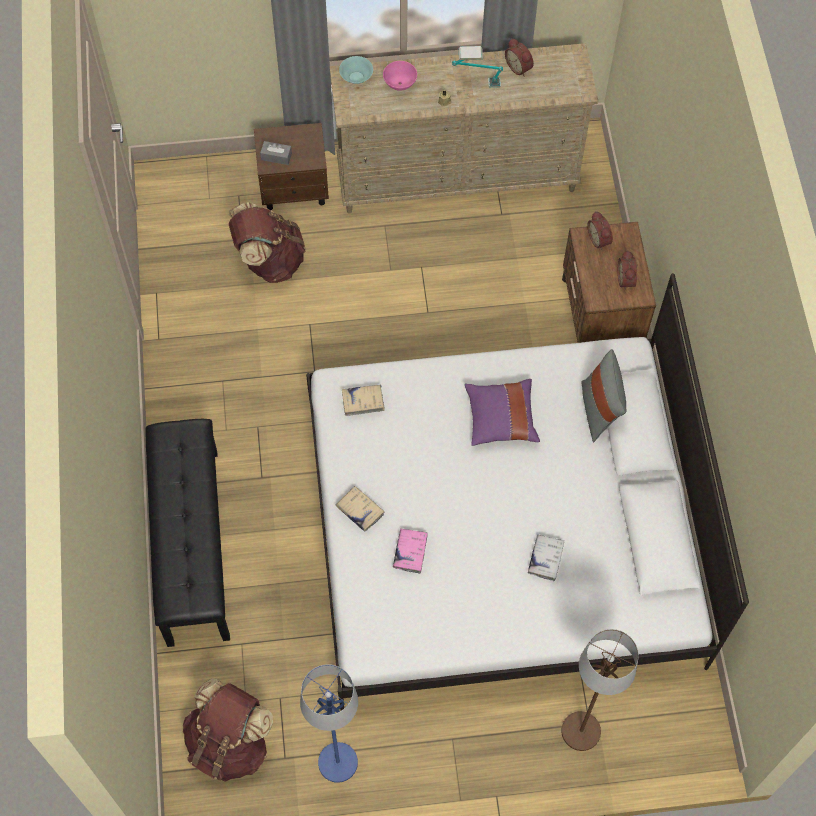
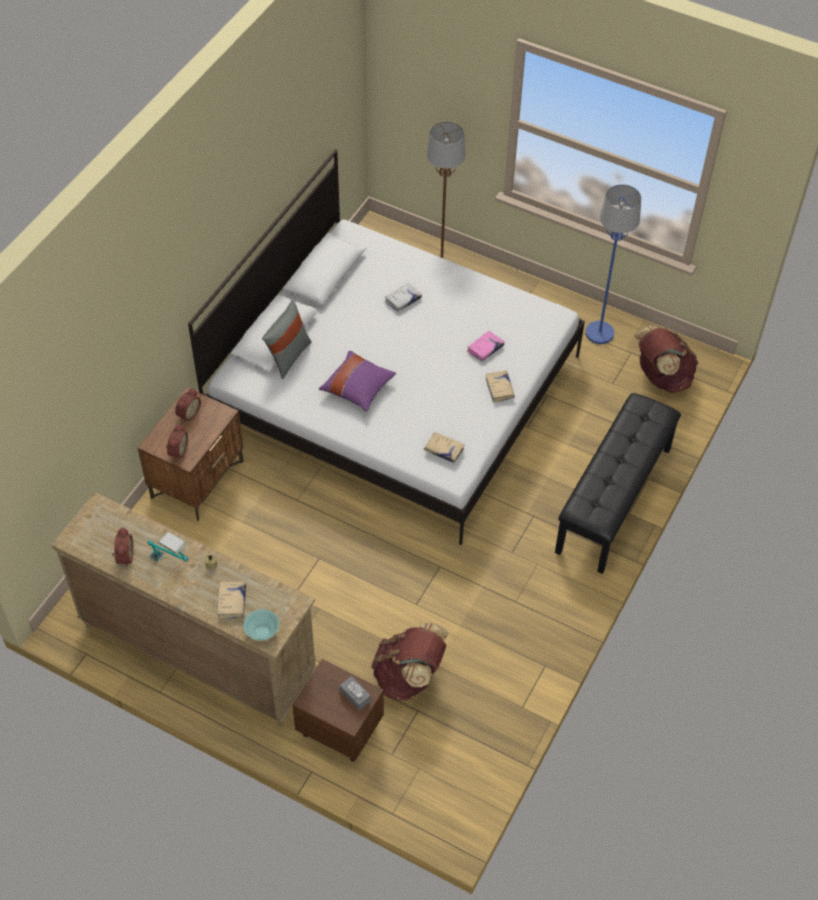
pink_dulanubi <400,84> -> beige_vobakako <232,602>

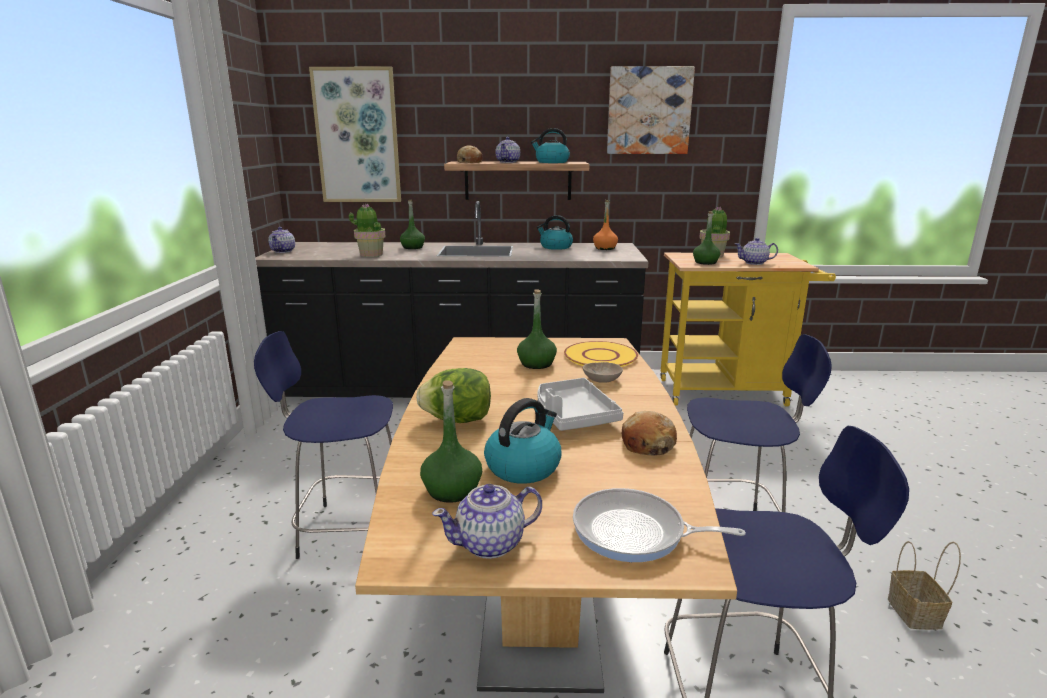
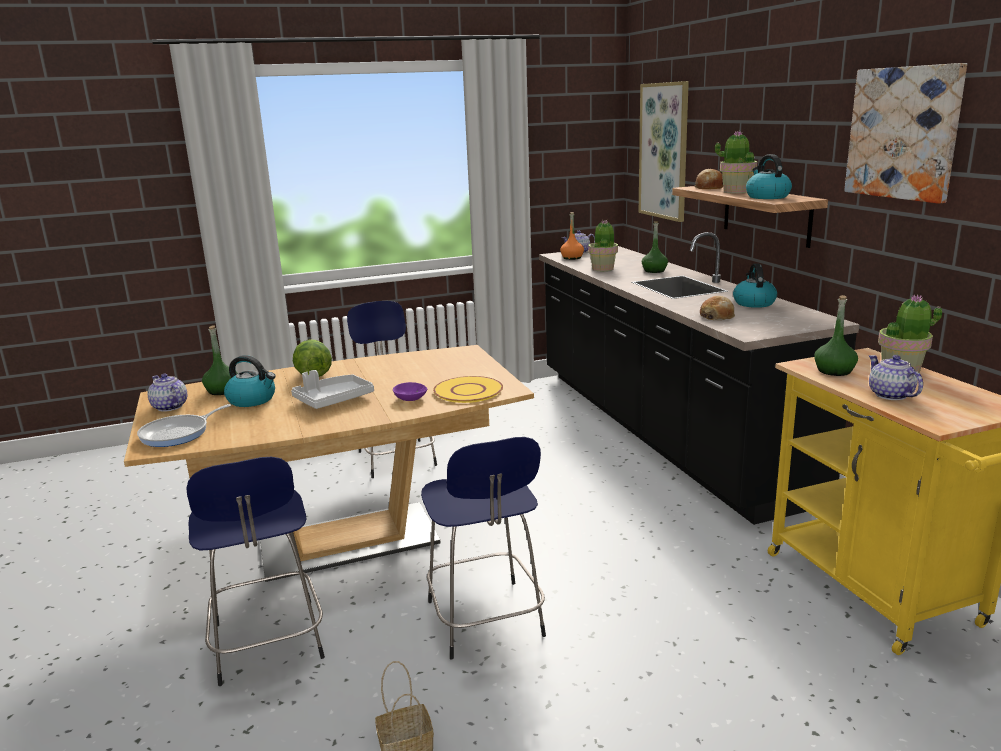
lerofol <508,162> -> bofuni <736,191>
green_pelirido <536,364> -> none
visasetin <634,533> -> visasetin <178,434>, 135 degrees counterclockwise
beige_dulanubi <602,380> -> purple_dulanubi <409,398>
orange_pelirido <605,248> -> orange_pelirido <572,258>, shifted
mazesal <647,444> -> mazesal <717,316>, shifted

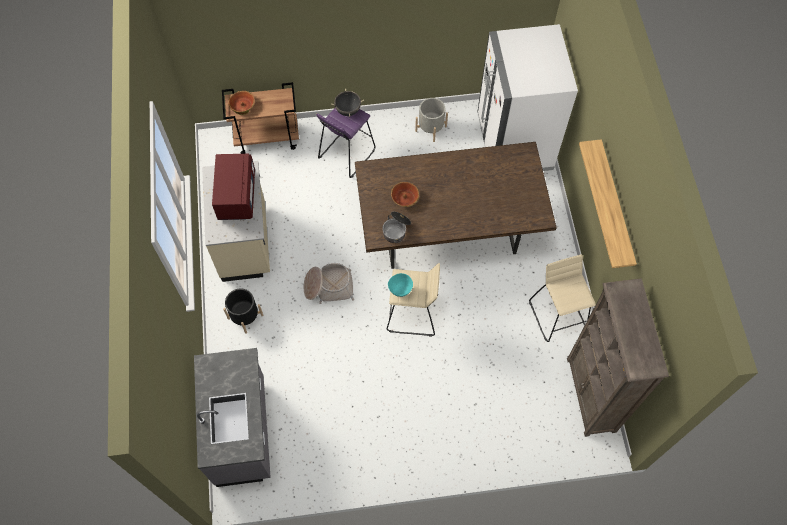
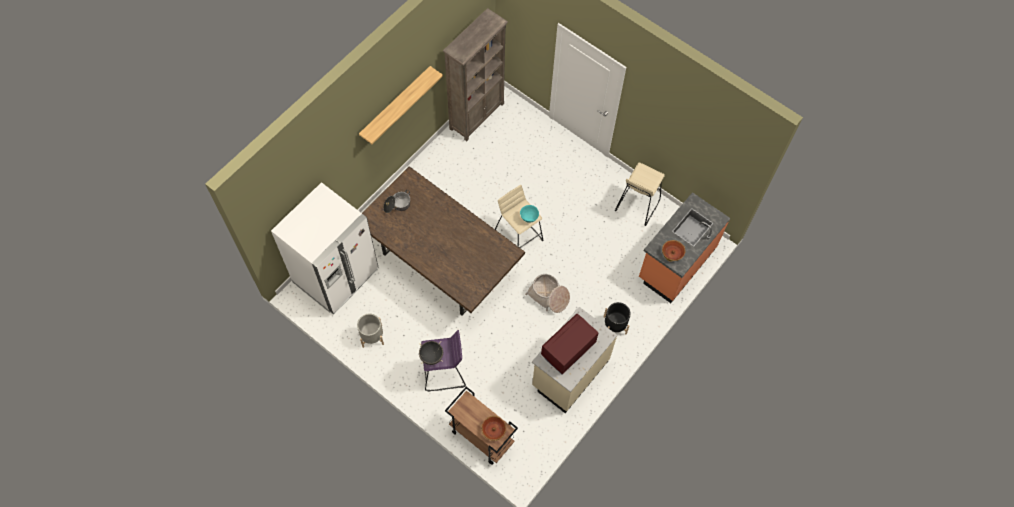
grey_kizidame <243,431> -> orange_kizidame <676,263>
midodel <396,230> -> midodel <397,205>, shifted
dulanubi <404,198> -> dulanubi <672,253>, shifted
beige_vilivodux <558,315> -> beige_vilivodux <637,205>, shifted

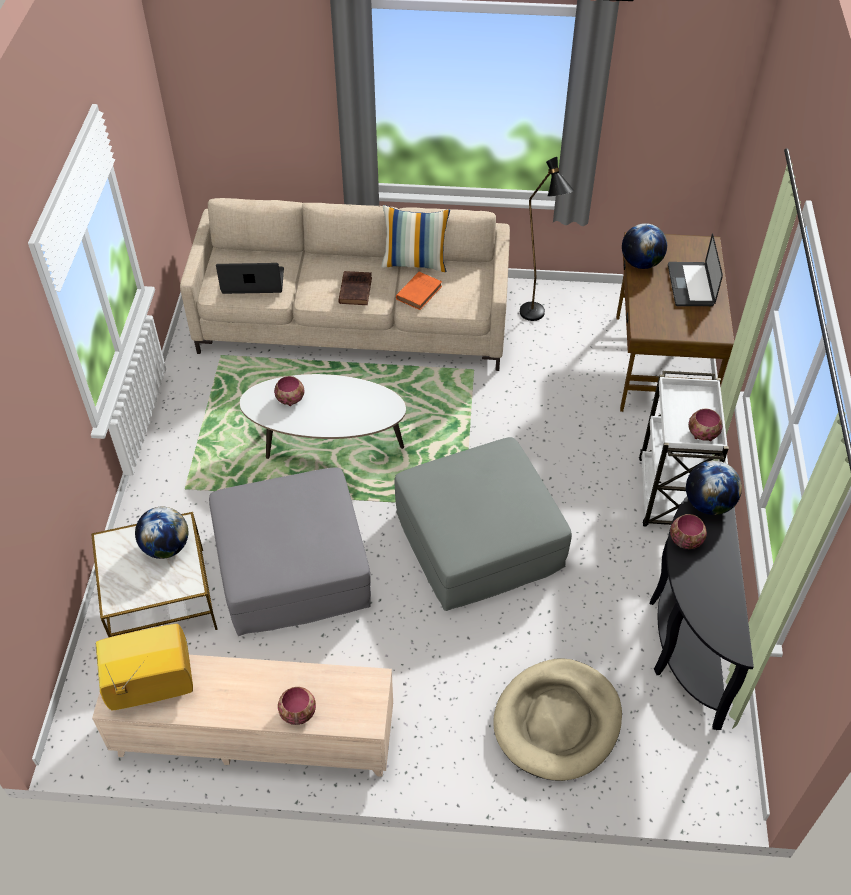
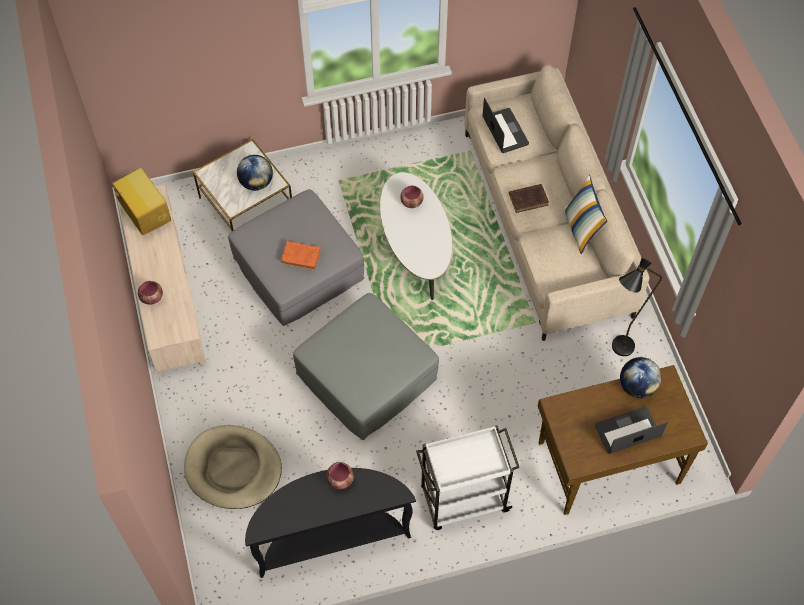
orange_vobakako <419,292> -> orange_vobakako <302,257>, shifted
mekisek <708,504> -> none
dulanubi <702,434> -> none

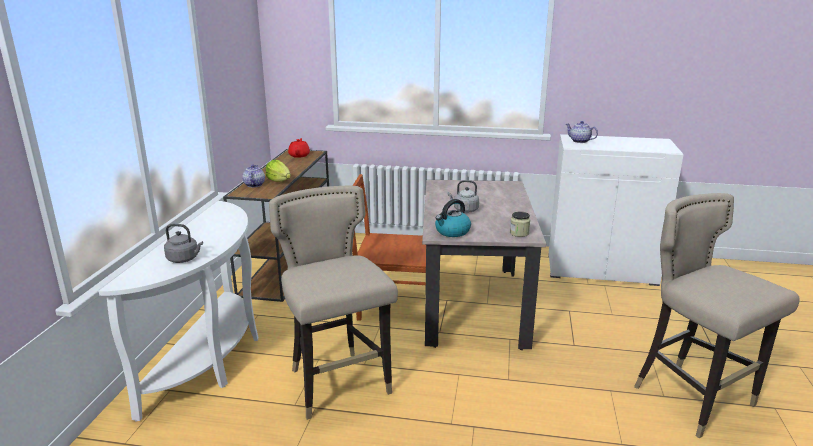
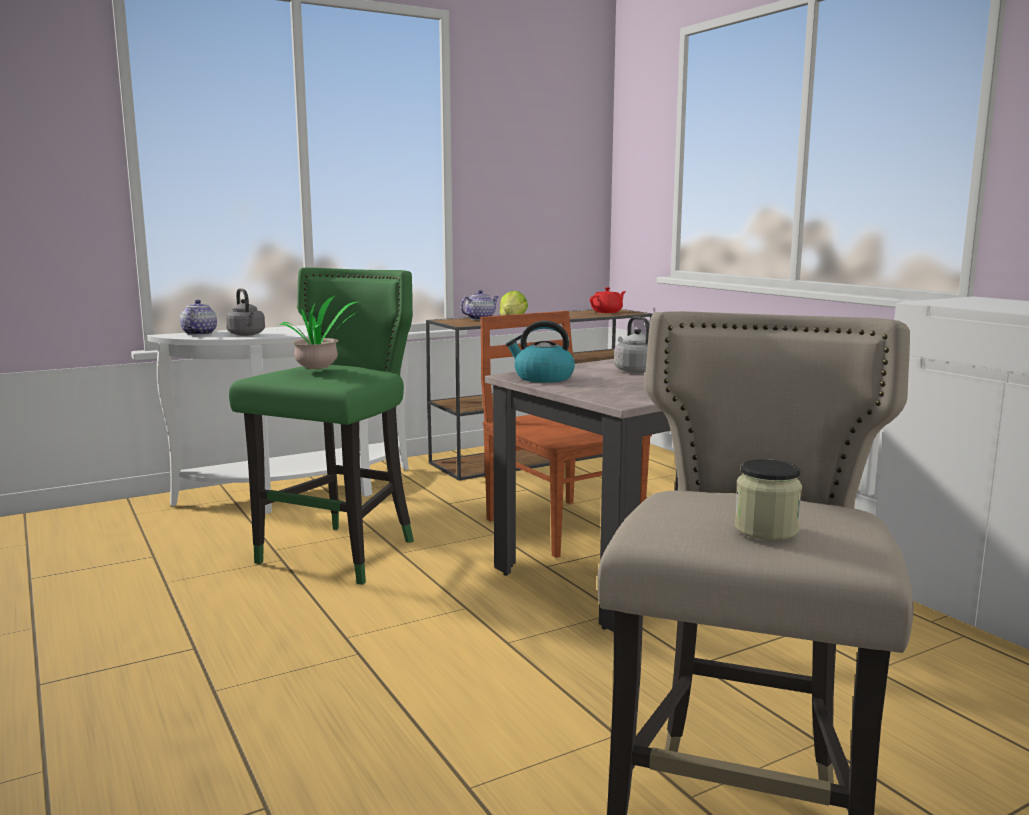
beige_vilivodux <338,384> -> green_vilivodux <340,555>
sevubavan <519,233> -> sevubavan <766,530>, shifted
lerofol <579,141> -> lerofol <199,333>, shifted
none -> bofuni <320,370>

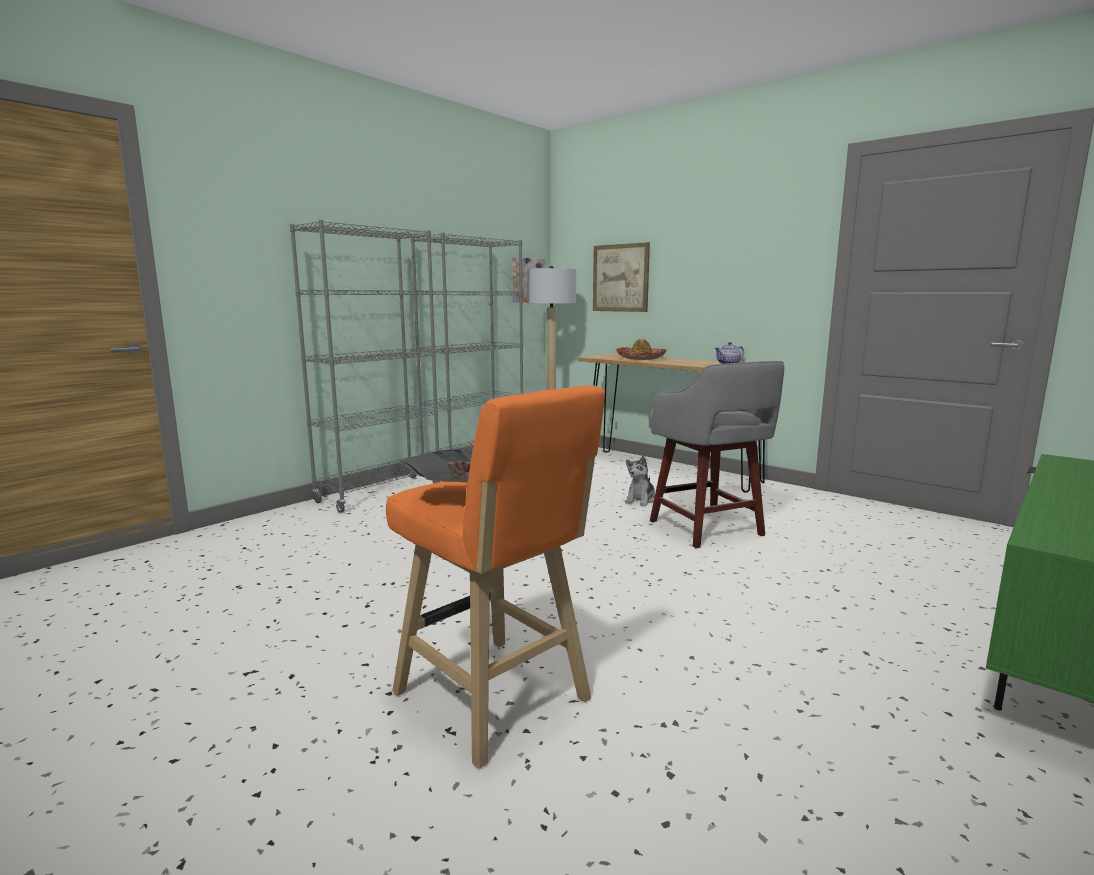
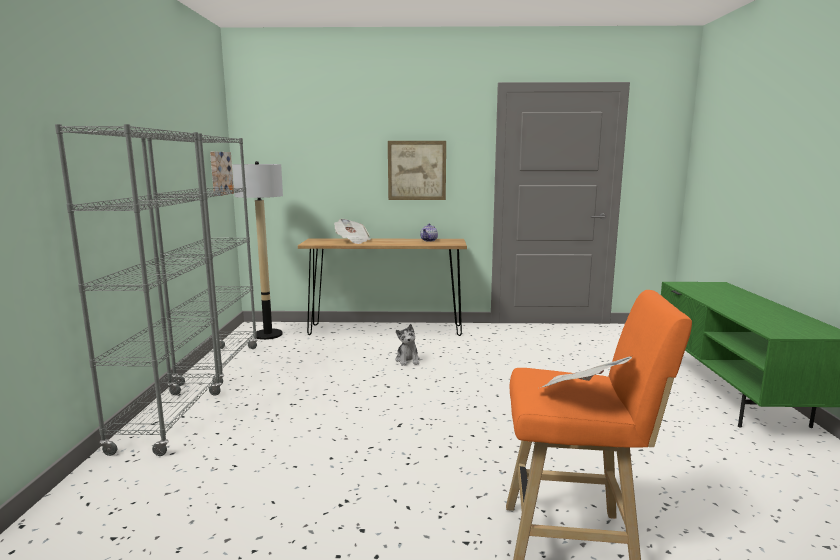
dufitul <620,278> -> dufitul <417,170>, shifted
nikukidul <640,358> -> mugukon <352,241>
grey_vilivodux <708,529> -> none

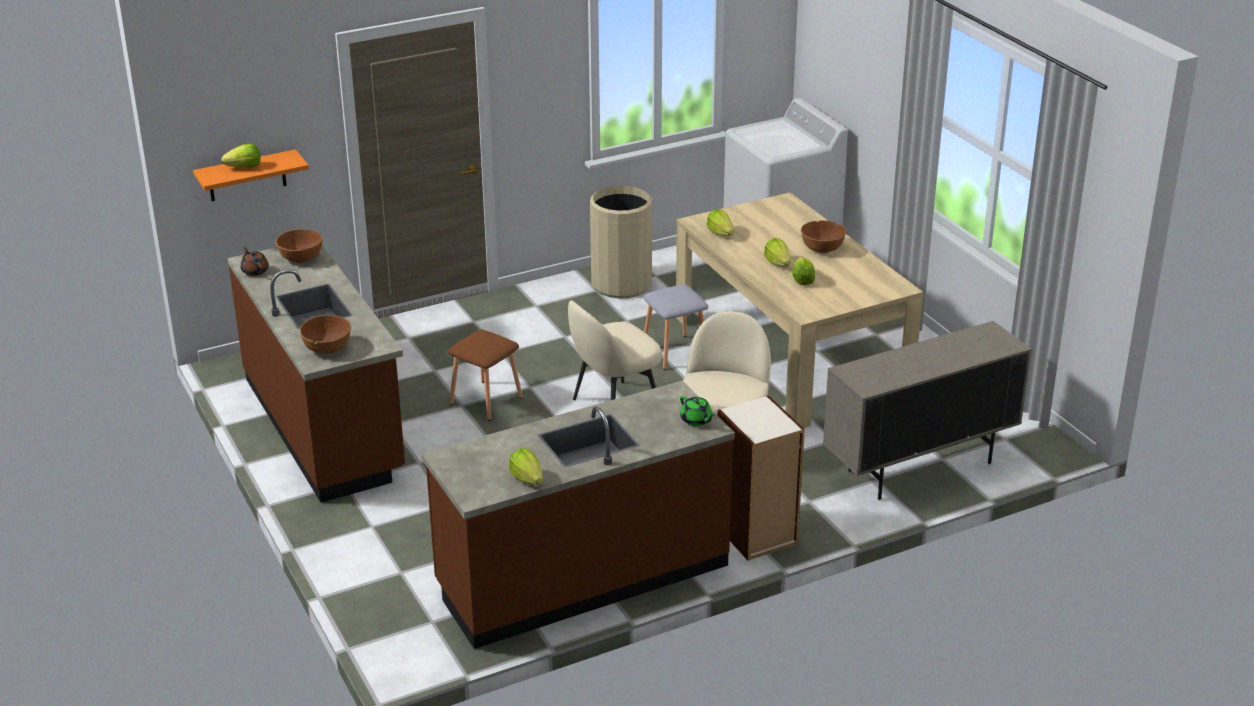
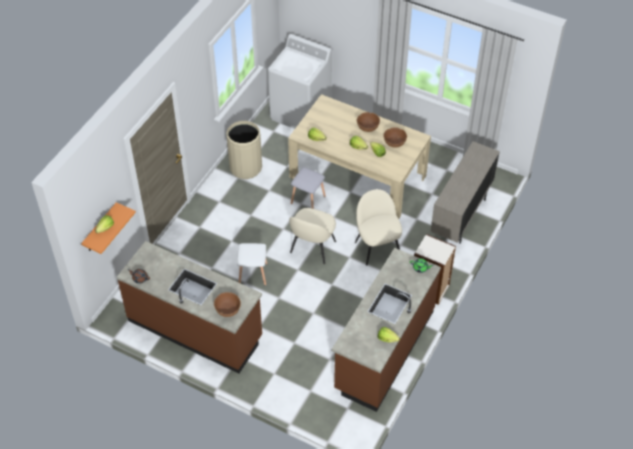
brown_dulanubi <301,258> -> brown_dulanubi <394,143>, shifted
brown_vilivodux <486,400> -> white_vilivodux <252,273>

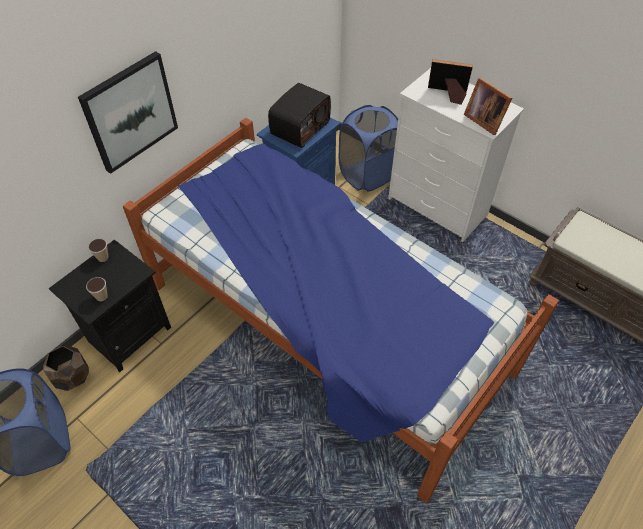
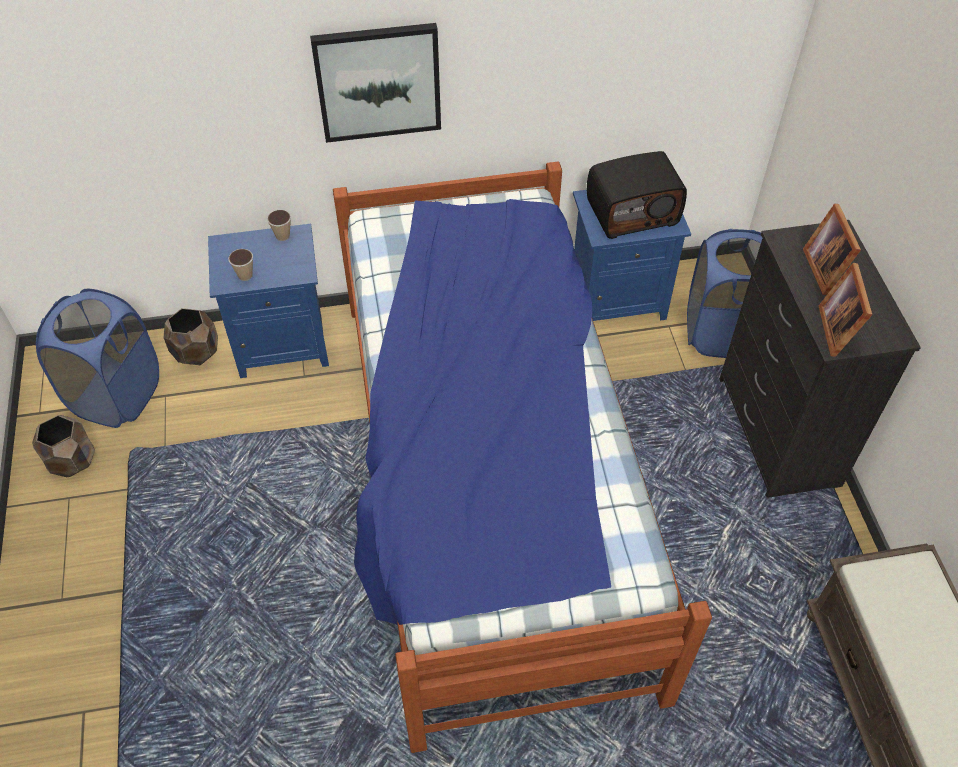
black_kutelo <128,334> -> blue_kutelo <282,344>
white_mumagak <437,207> -> black_mumagak <777,432>
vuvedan <447,95> -> vuvedan <826,268>, 150 degrees counterclockwise
none -> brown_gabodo <72,460>

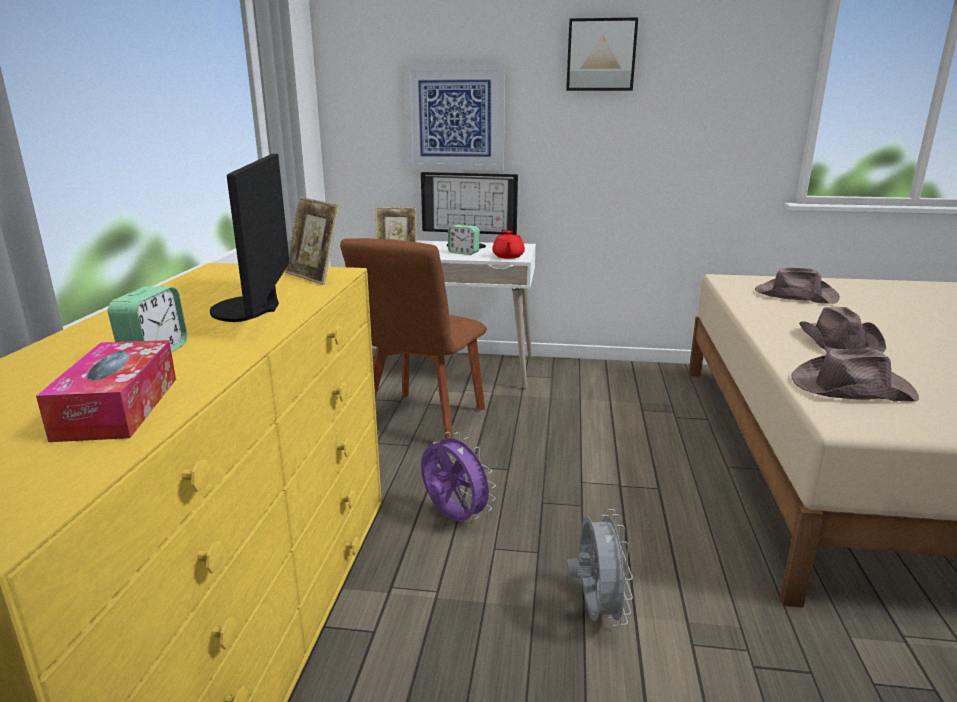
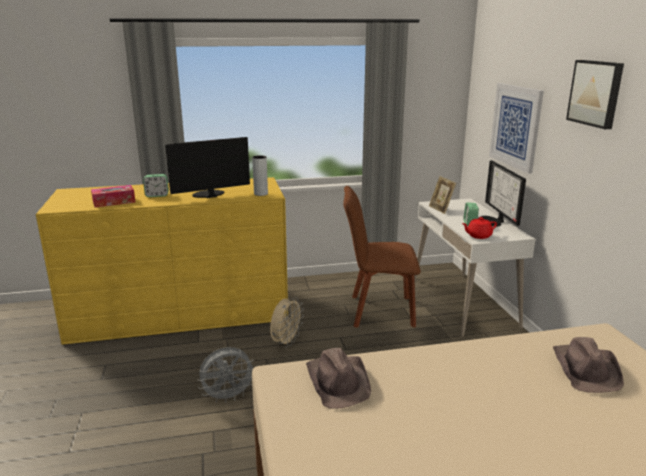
vuvedan <314,277> -> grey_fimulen <261,194>
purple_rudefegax <453,518> -> beige_rudefegax <286,342>
brown_nikukidul <840,342> -> none

